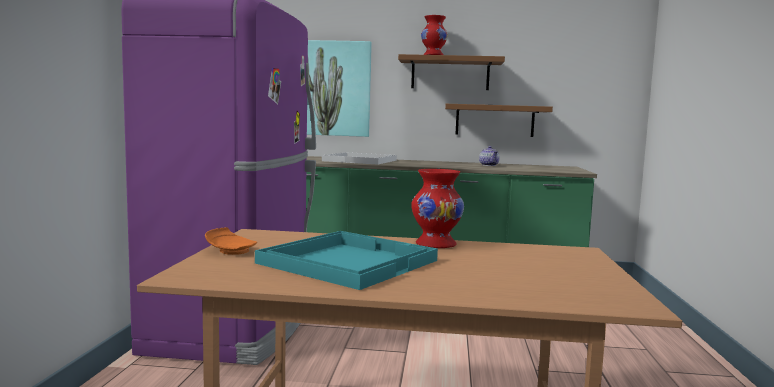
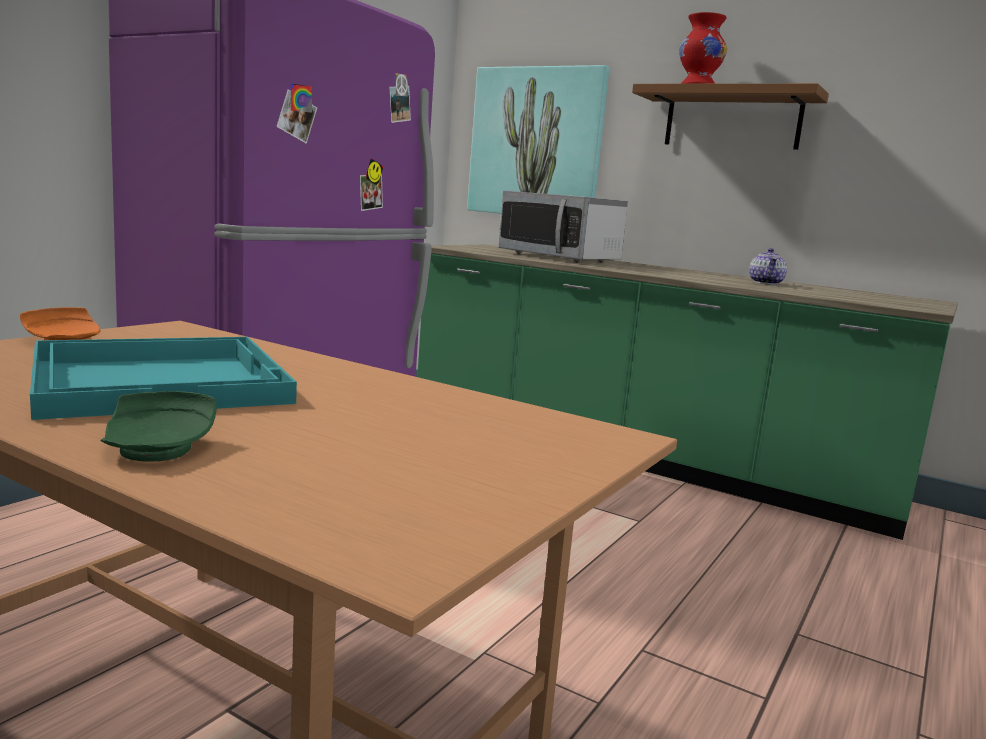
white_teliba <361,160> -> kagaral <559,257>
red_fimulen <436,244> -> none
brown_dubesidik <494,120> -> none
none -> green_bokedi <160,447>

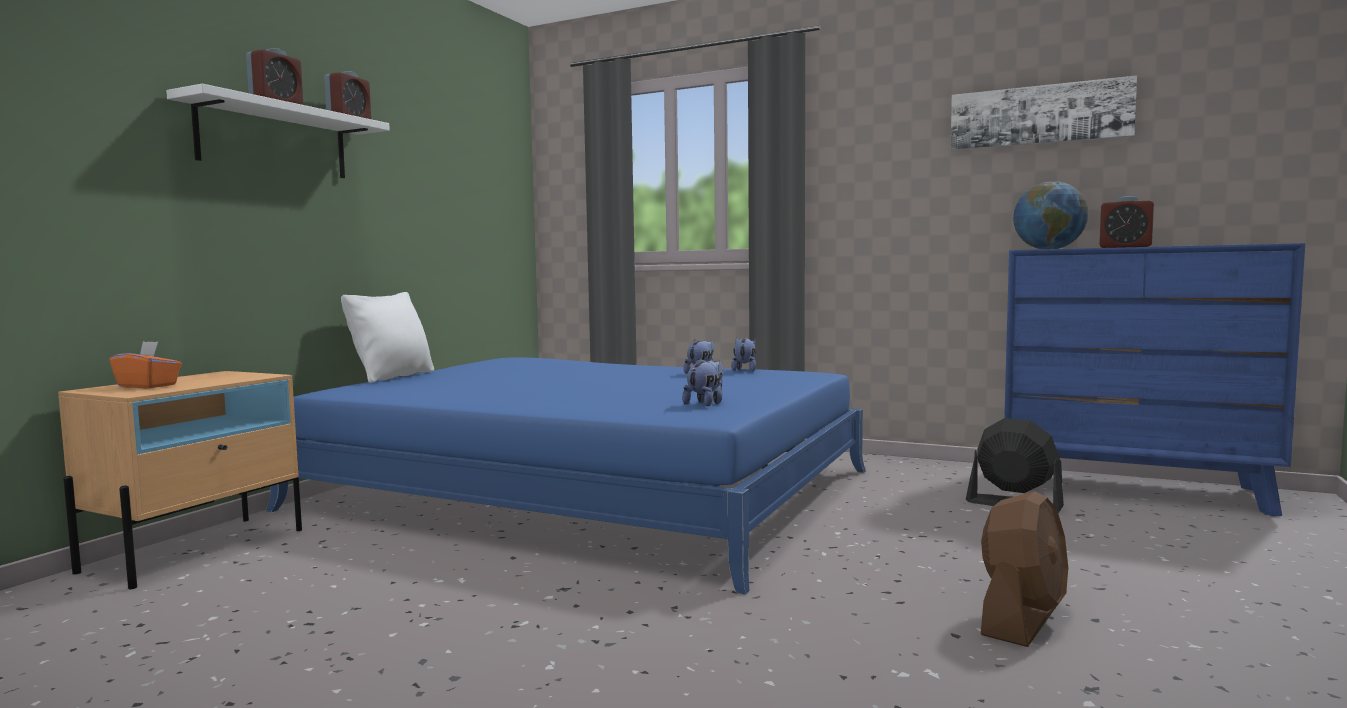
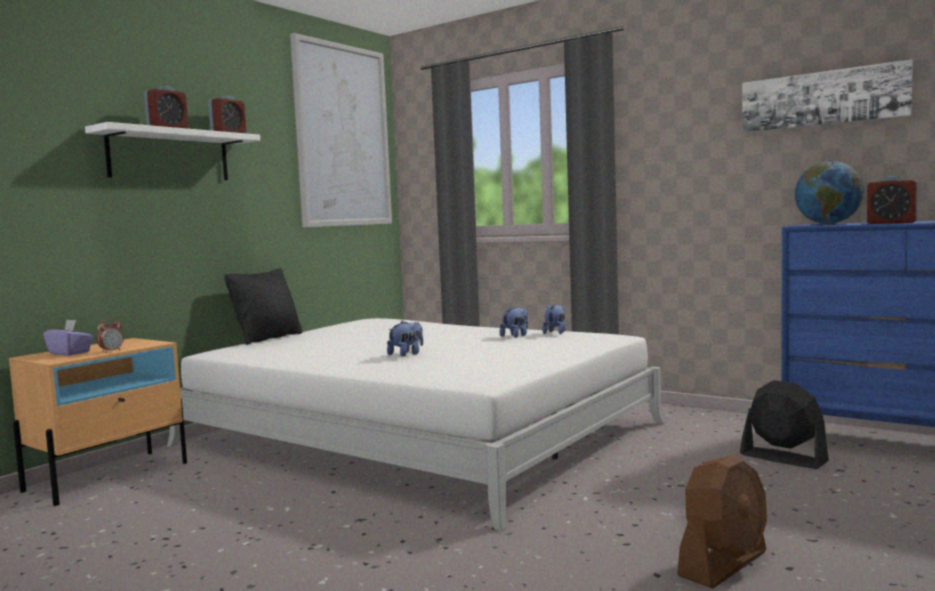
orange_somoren <148,386> -> purple_somoren <70,353>
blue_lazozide <588,490> -> white_lazozide <418,434>
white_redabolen <393,377> -> black_redabolen <268,338>
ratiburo <706,404> -> ratiburo <407,354>, shifted
none -> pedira <111,351>
none -> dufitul <342,136>

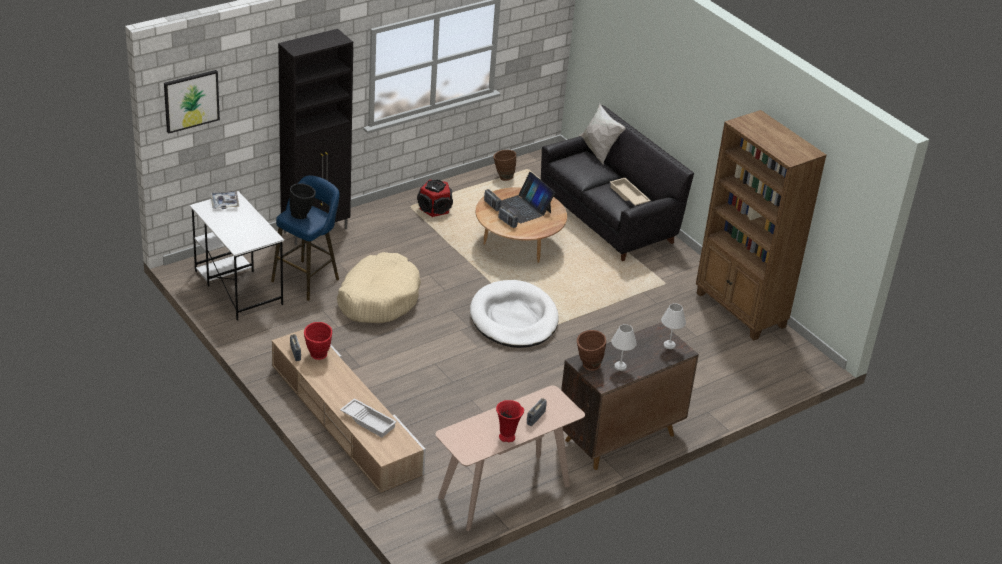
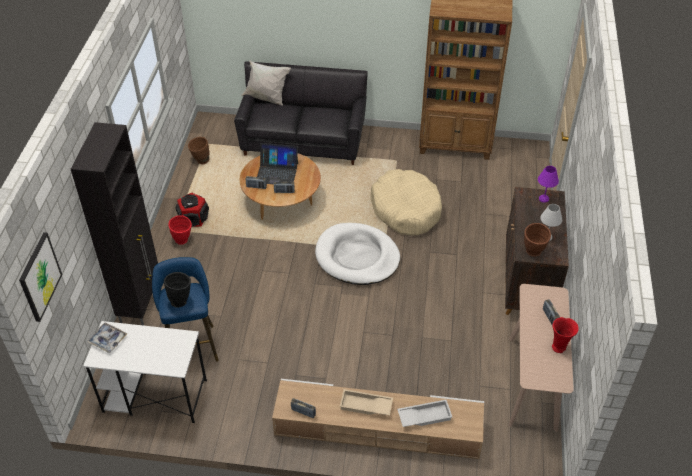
red_fimulen <318,357> -> red_fimulen <183,241>, shifted
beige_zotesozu <378,298> -> beige_zotesozu <406,209>, shifted
beige_teliba <628,196> -> beige_teliba <365,406>, shifted
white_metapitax <668,345> -> purple_metapitax <543,199>

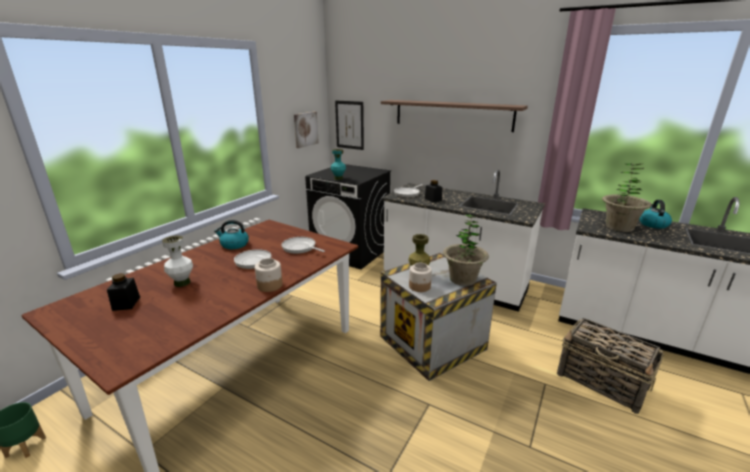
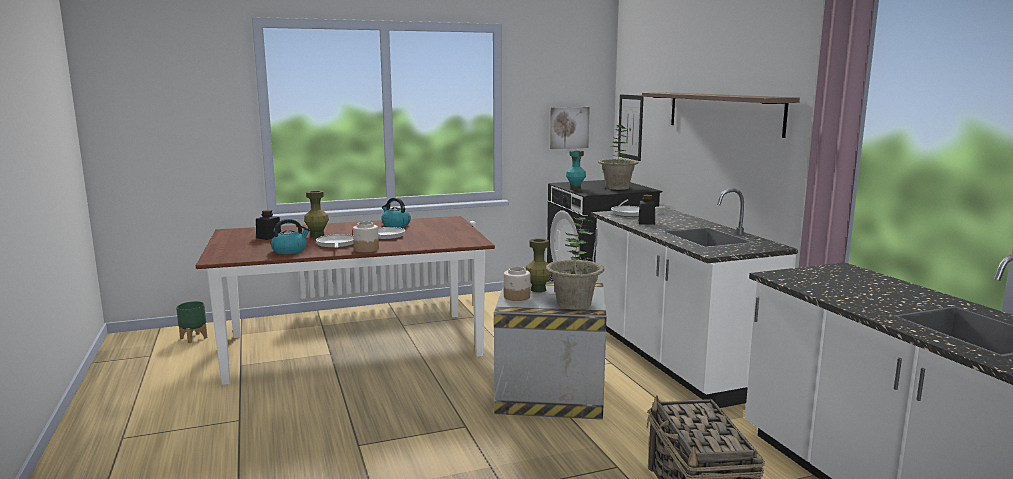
white_fimulen <182,282> -> green_fimulen <317,235>
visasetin <300,248> -> visasetin <336,244>, shifted
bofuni <619,227> -> bofuni <617,187>, shifted
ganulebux <653,224> -> ganulebux <290,250>, shifted

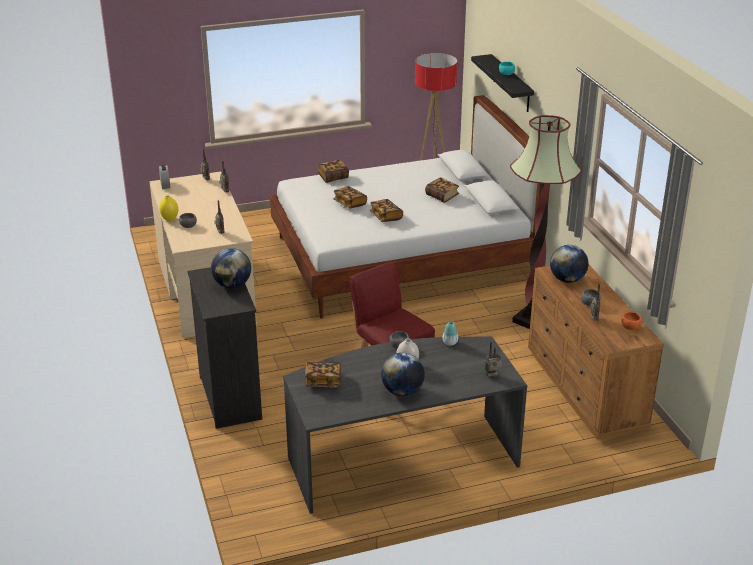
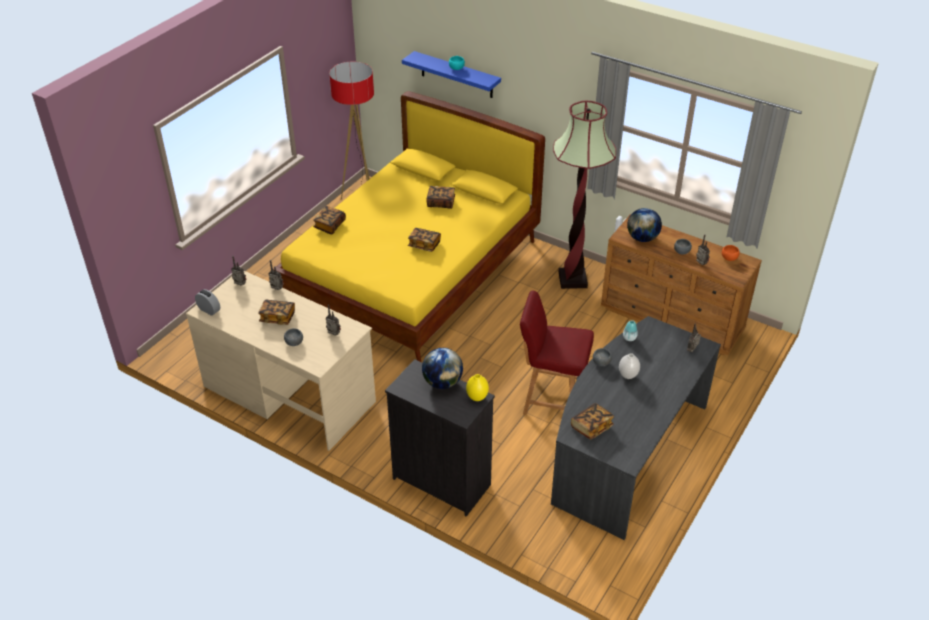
yellow_fimulen <169,219> -> yellow_fimulen <477,398>, shifted
white_lazozide <402,259> -> yellow_lazozide <414,273>
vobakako <350,203> -> vobakako <277,318>, shifted
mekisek <402,391> -> none
black_dubesidik <511,83> -> blue_dubesidik <456,75>

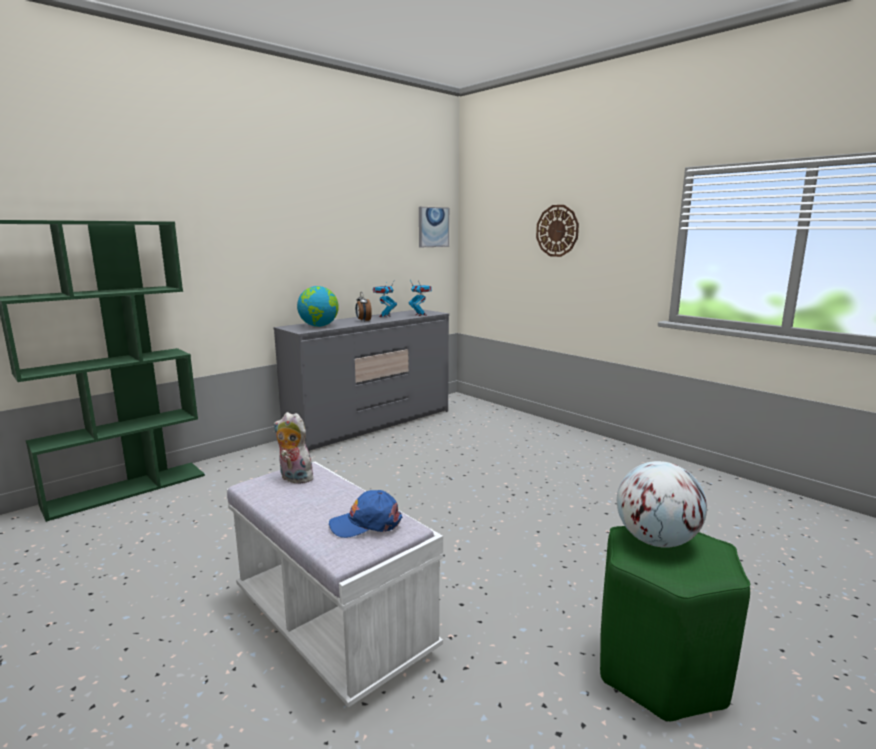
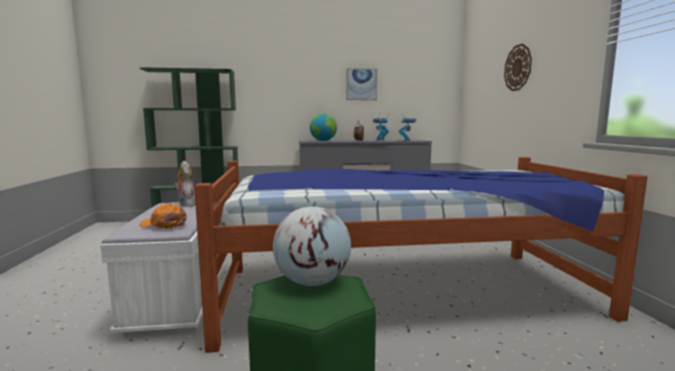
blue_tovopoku <366,523> -> orange_tovopoku <164,224>
dufitul <433,227> -> dufitul <361,84>, shifted
none -> lazozide <401,291>

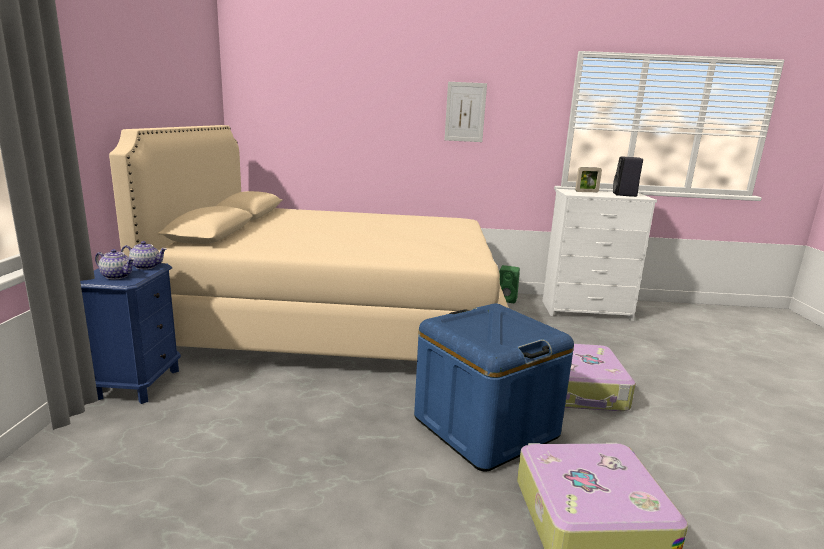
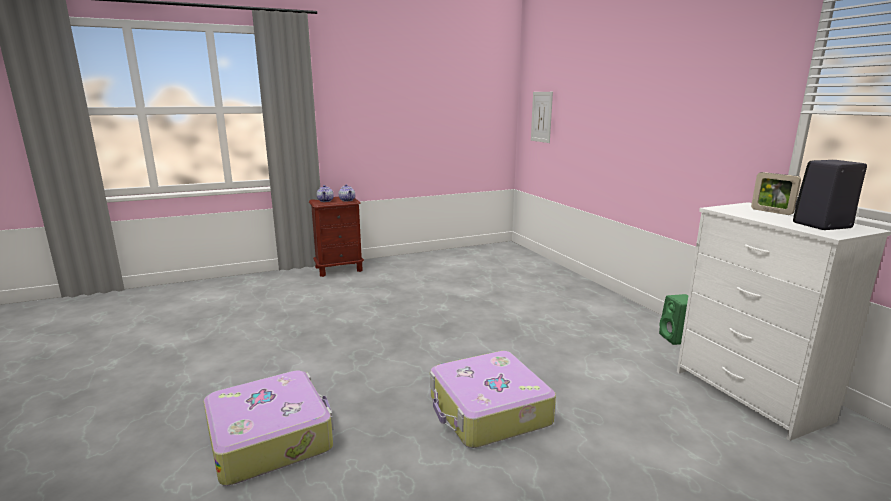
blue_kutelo <138,384> -> brown_kutelo <338,269>
beige_lazozide <340,322> -> none
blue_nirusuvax <485,427> -> none
dufitul <465,112> -> dufitul <541,117>, shifted

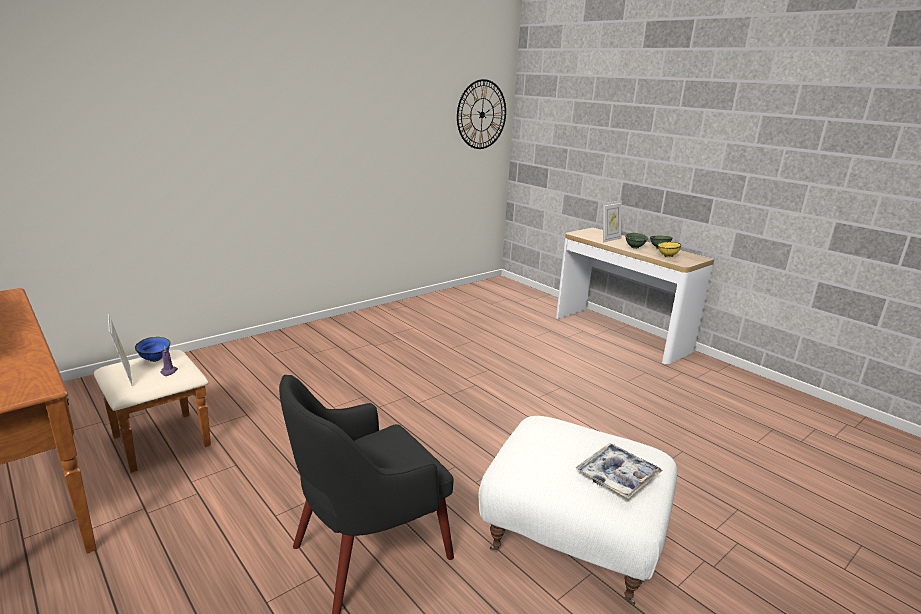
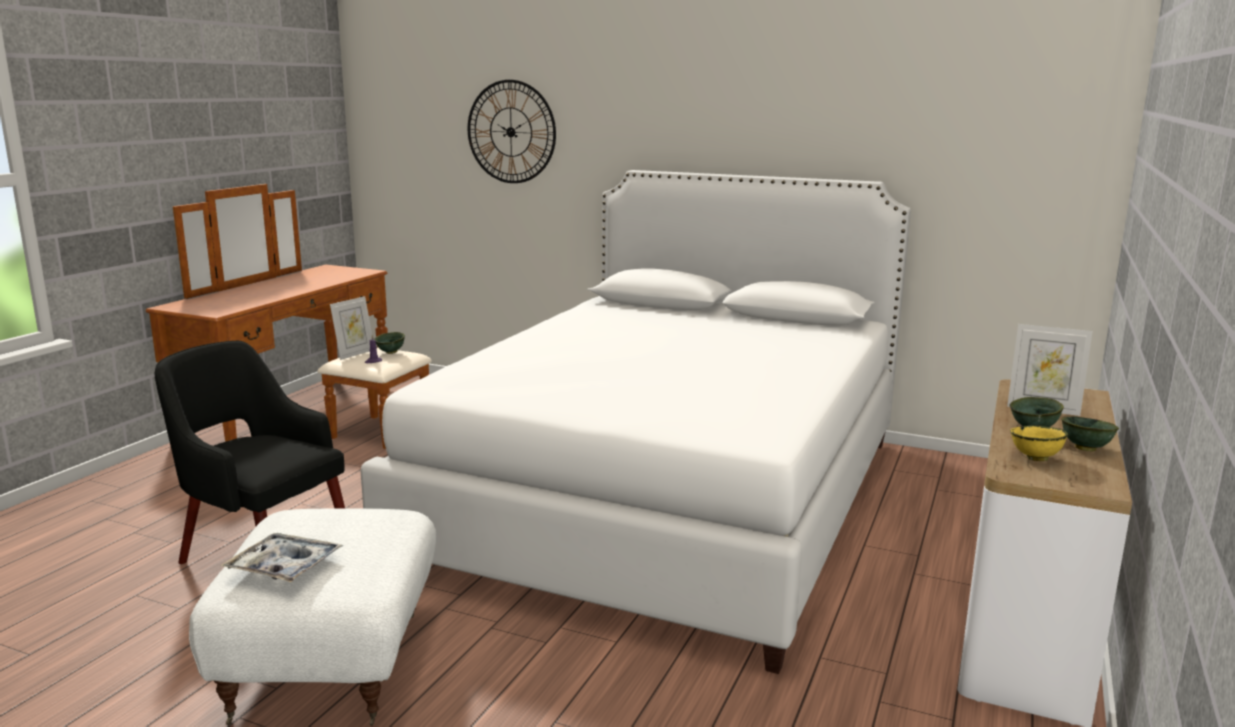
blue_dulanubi <156,359> -> green_dulanubi <391,352>
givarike <482,114> -> givarike <511,132>, shifted
none -> white_lazozide <669,499>

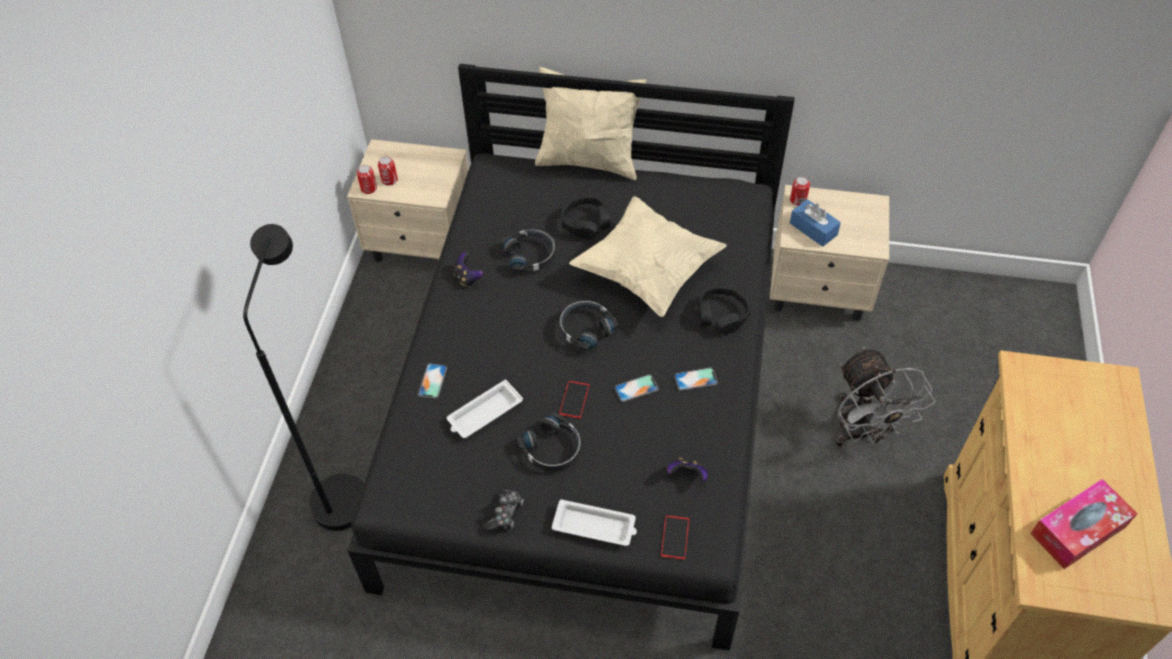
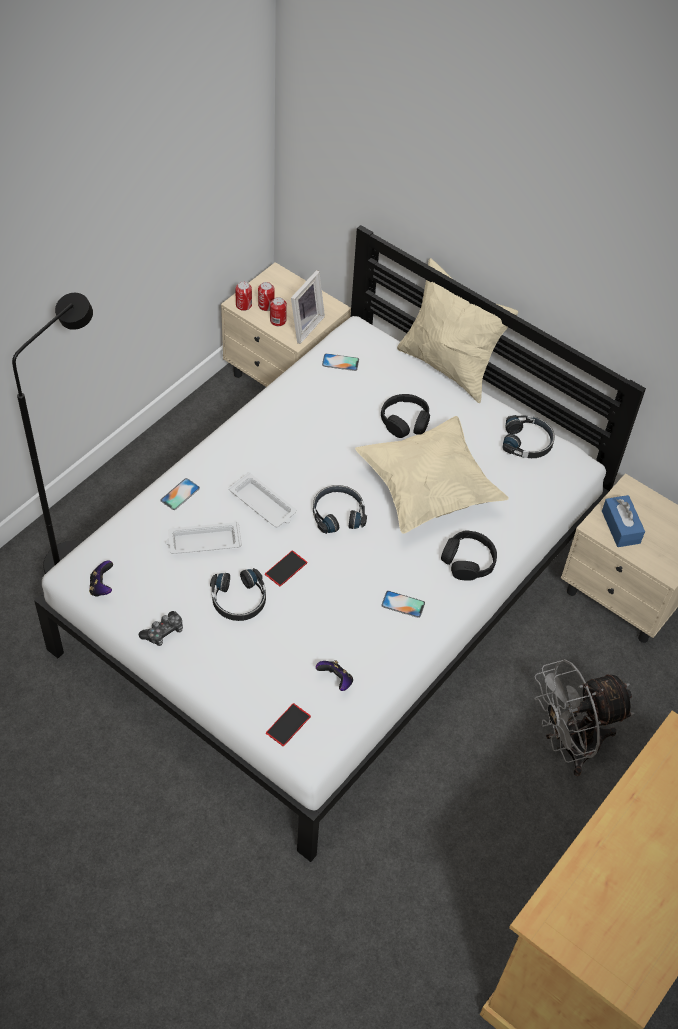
black_lazozide <588,405> -> white_lazozide <333,592>
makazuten <467,277> -> makazuten <102,587>, shifted
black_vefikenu <531,255> -> black_vefikenu <527,442>, shifted
white_teliba <595,526> -> white_teliba <263,504>, shifted
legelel <636,388> -> legelel <340,362>, shifted
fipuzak <798,200> -> fipuzak <278,321>, shifted
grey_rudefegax <862,433> -> grey_rudefegax <569,745>, 60 degrees clockwise
somoren <1078,530> -> none
none -> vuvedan <303,326>

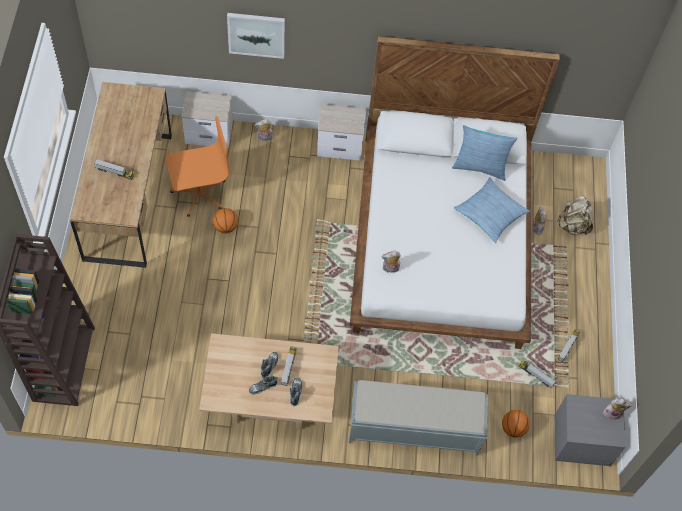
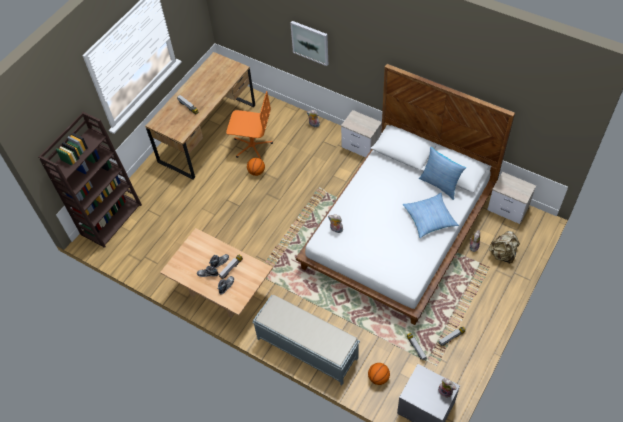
kutelo <210,134> -> kutelo <508,209>, shifted

